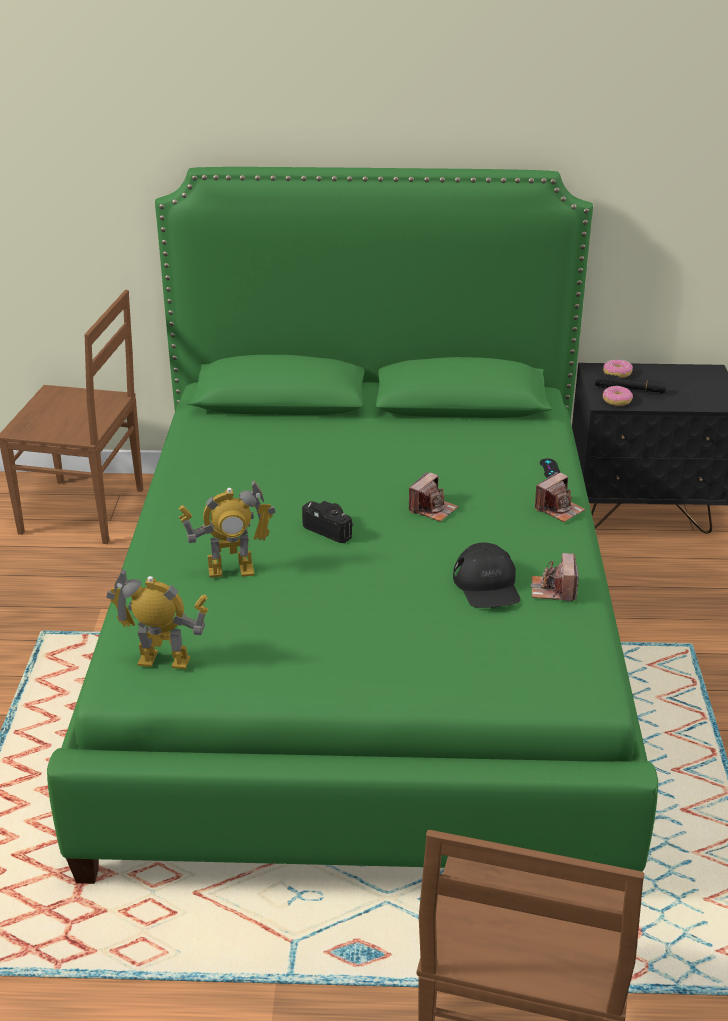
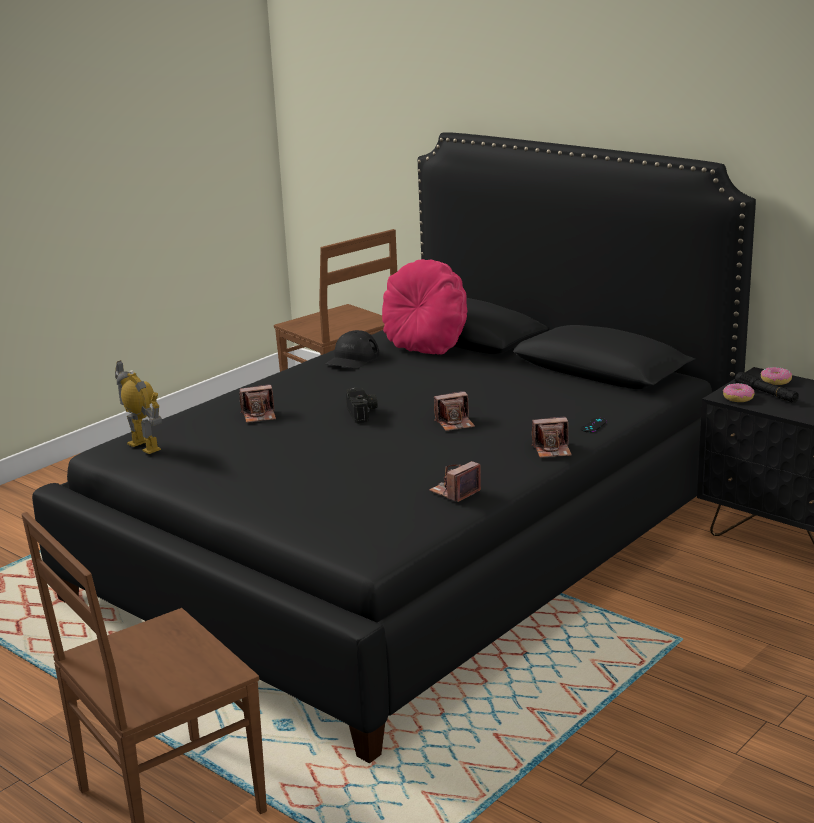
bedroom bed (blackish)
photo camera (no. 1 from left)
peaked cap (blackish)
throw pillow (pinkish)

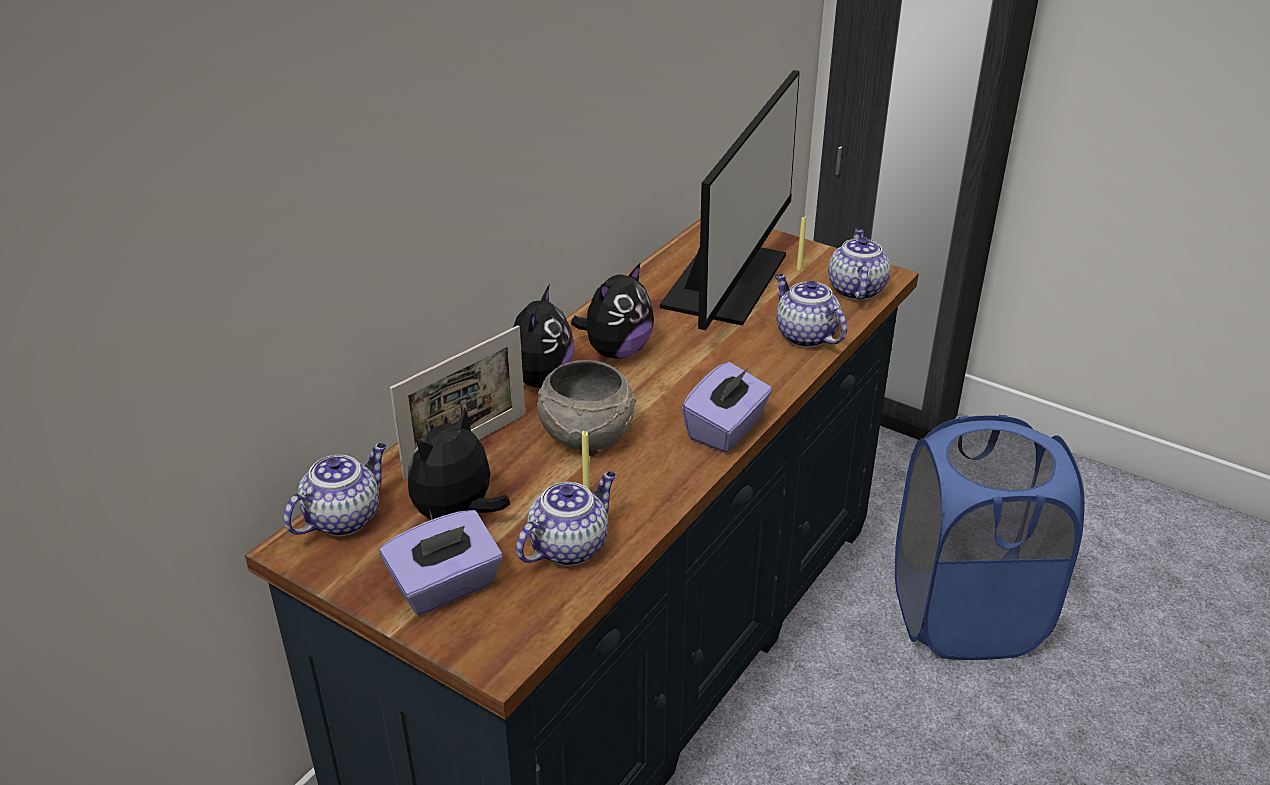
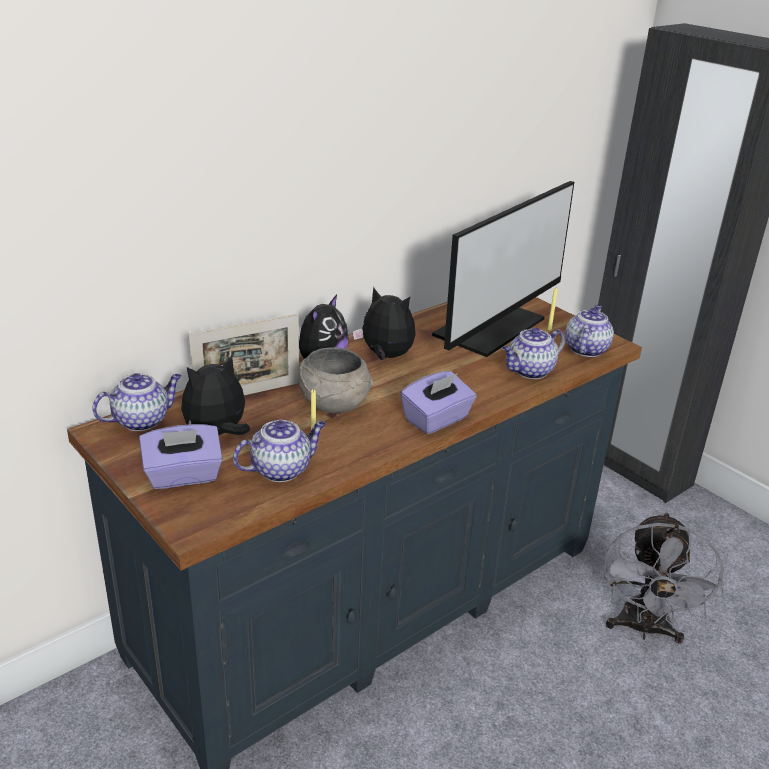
cuddly toy (no. 3 from left)
tea pot (no. 3 from left)
electric fan (greyish)

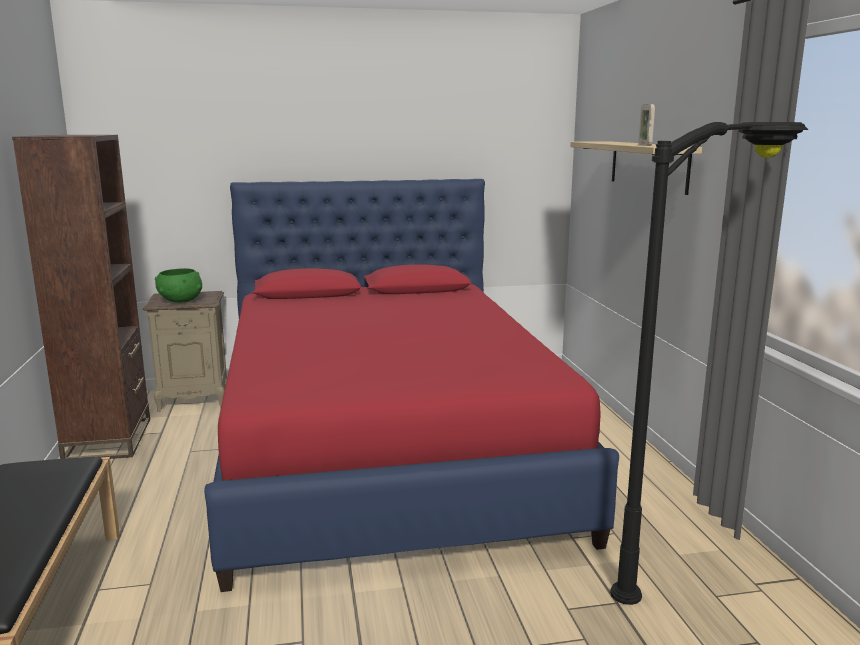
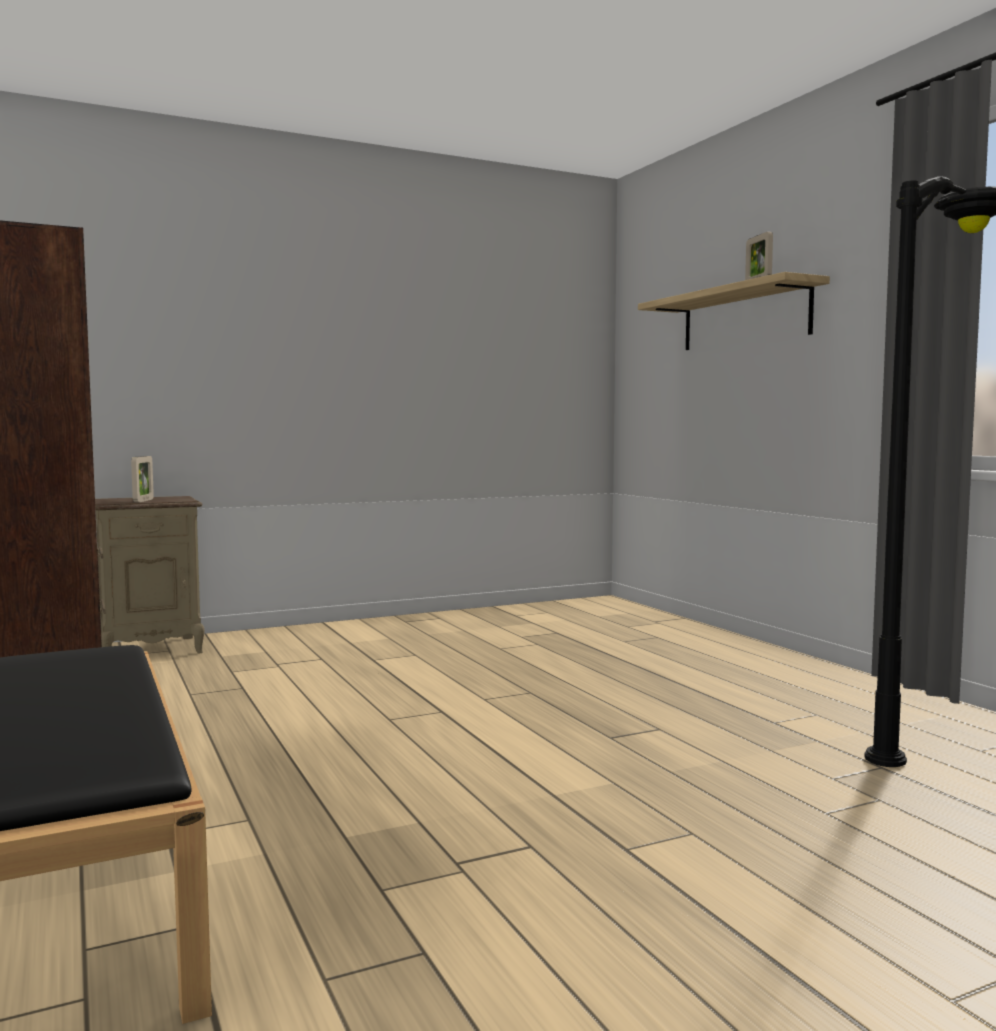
standing frame (no. 1 from left)
bedroom bed (reddish)

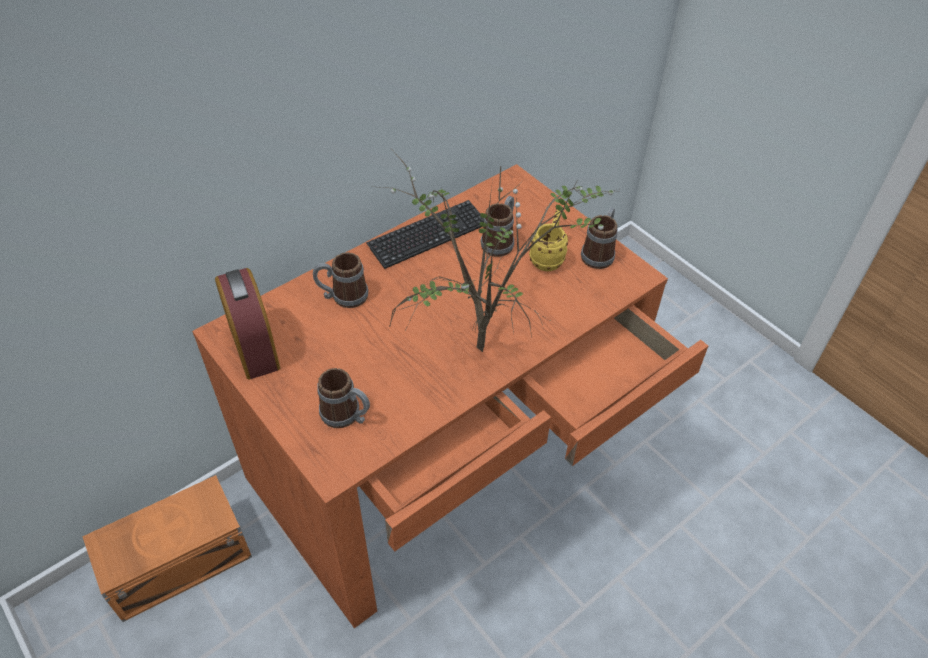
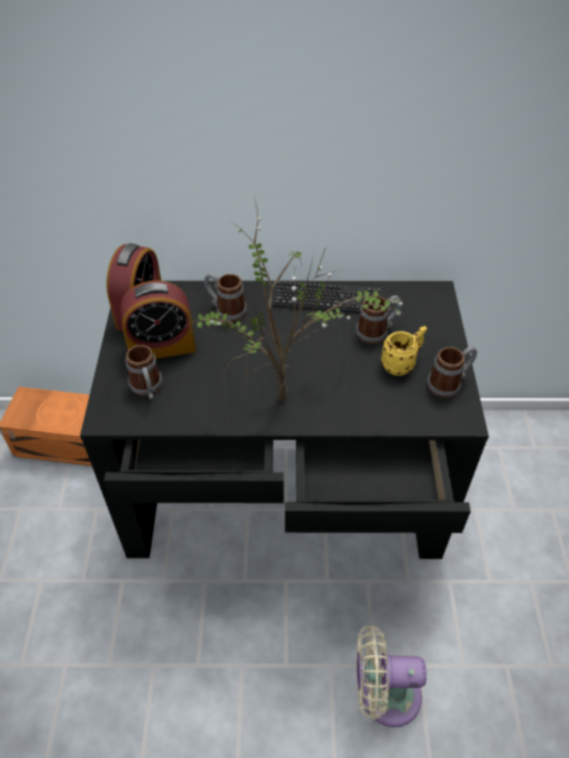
desk (blackish)
bedside clock (no. 2 from left)
electric fan (beige)

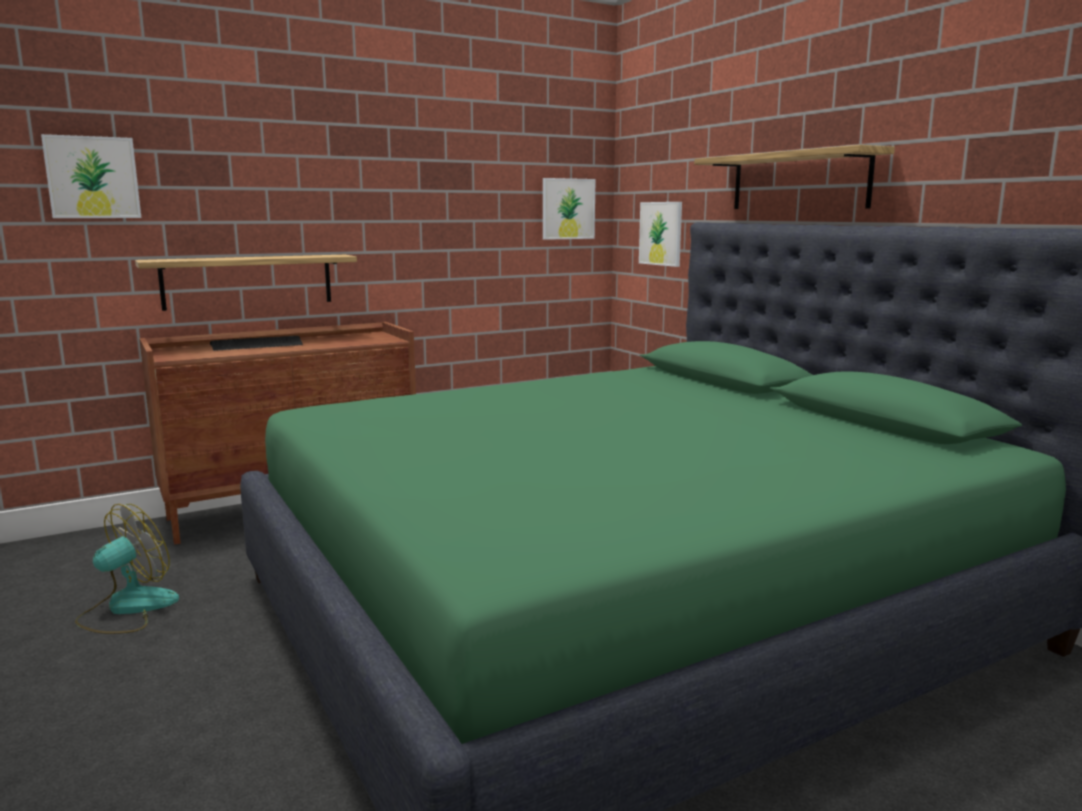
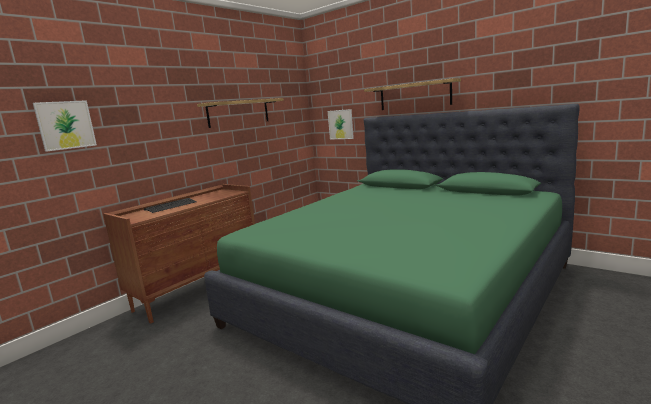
electric fan
bracket shelf (no. 1 from left)
wall picture (no. 2 from left in the first image)

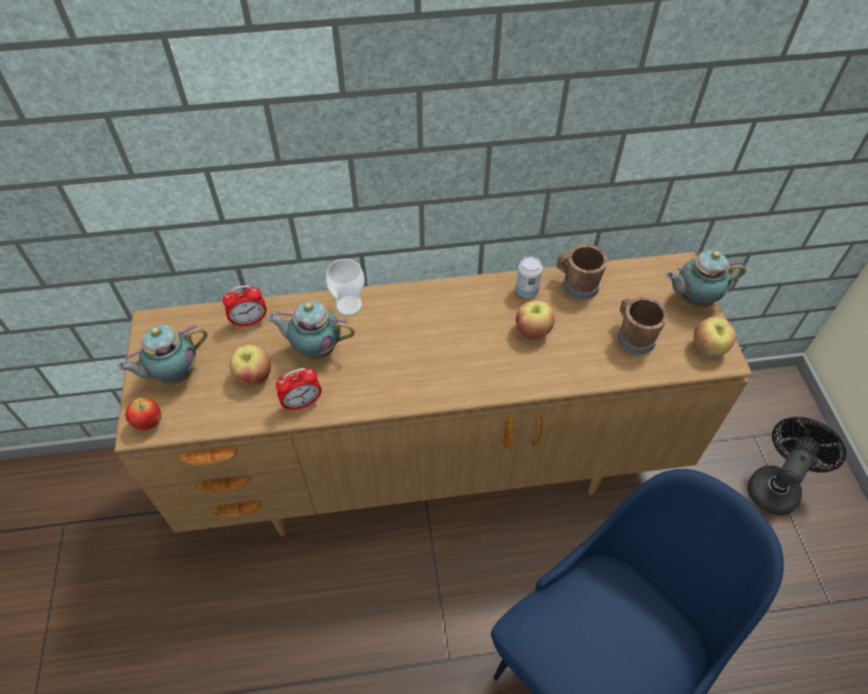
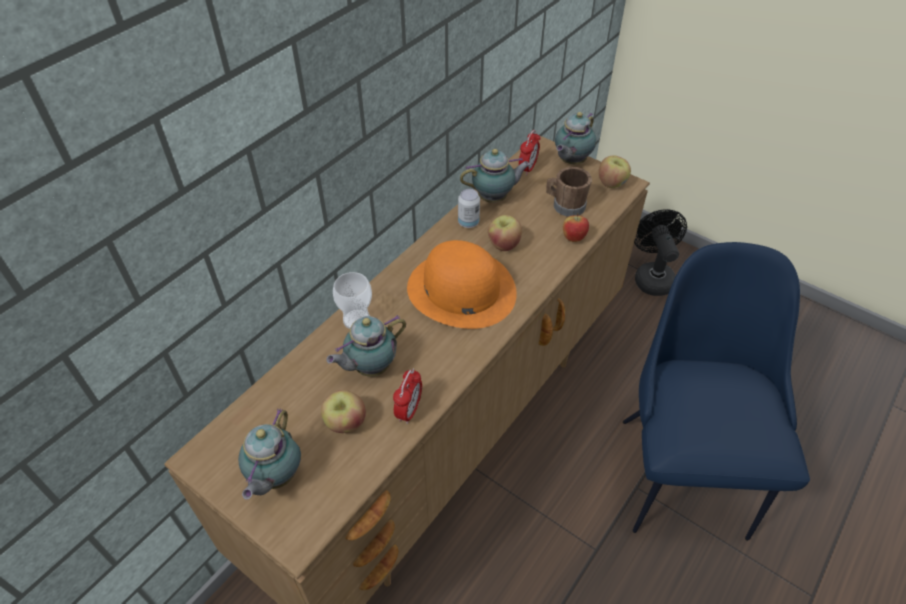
apple fruit (no. 3 from left)
bedside clock (no. 2 from left)
tea pot (no. 3 from left)
hat (orange)

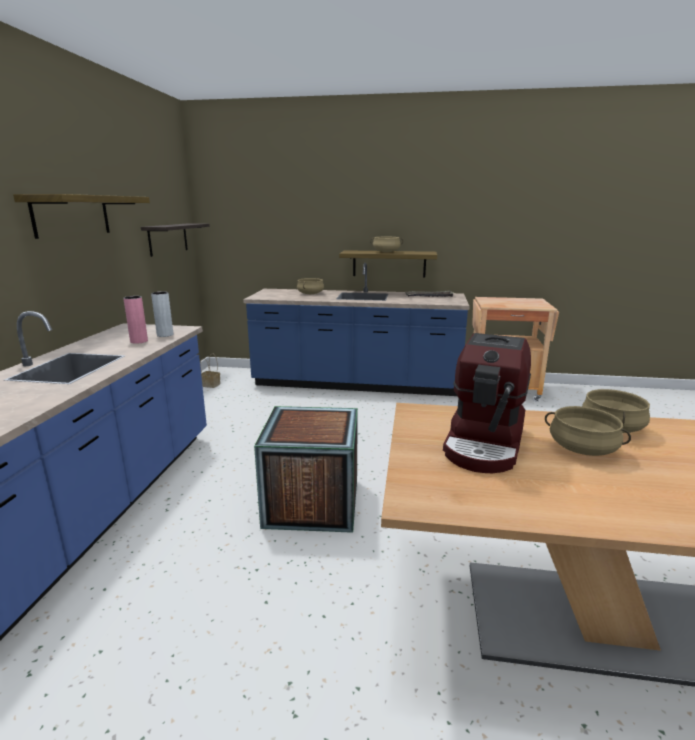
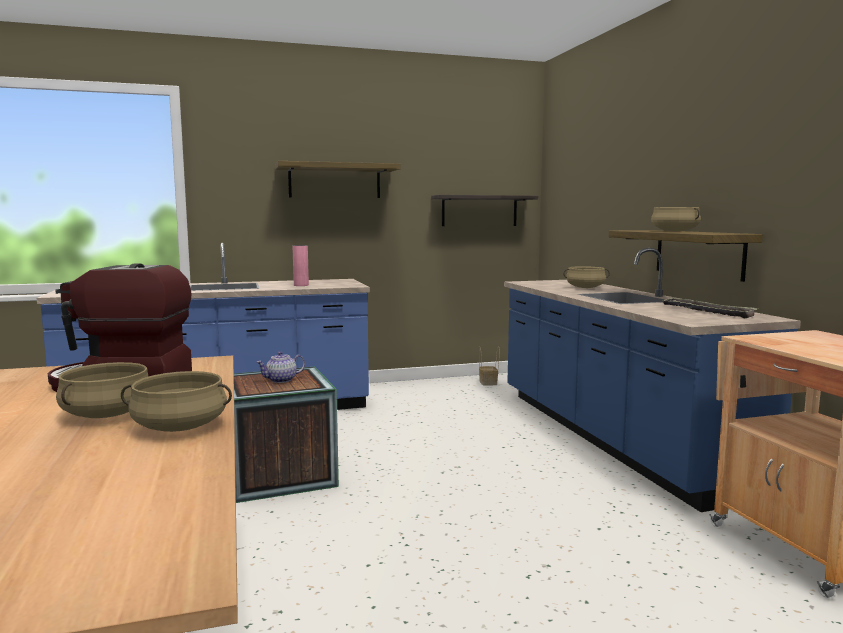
decorative vase (greyish)
tea pot

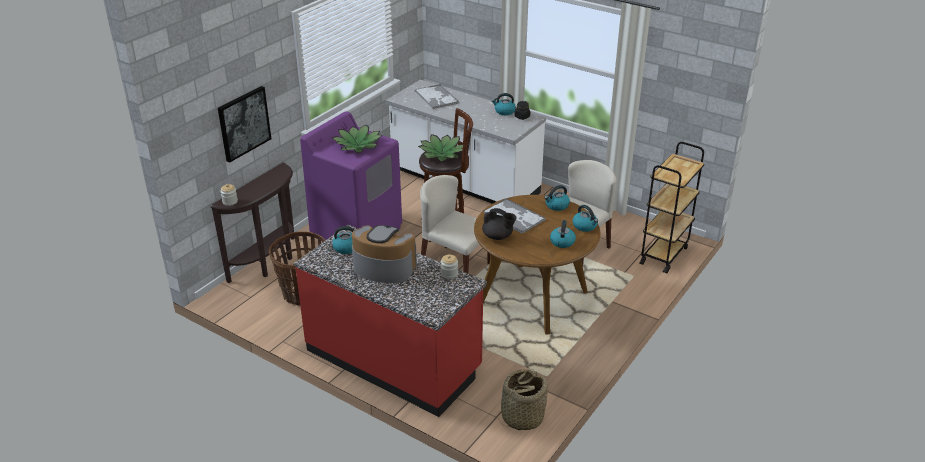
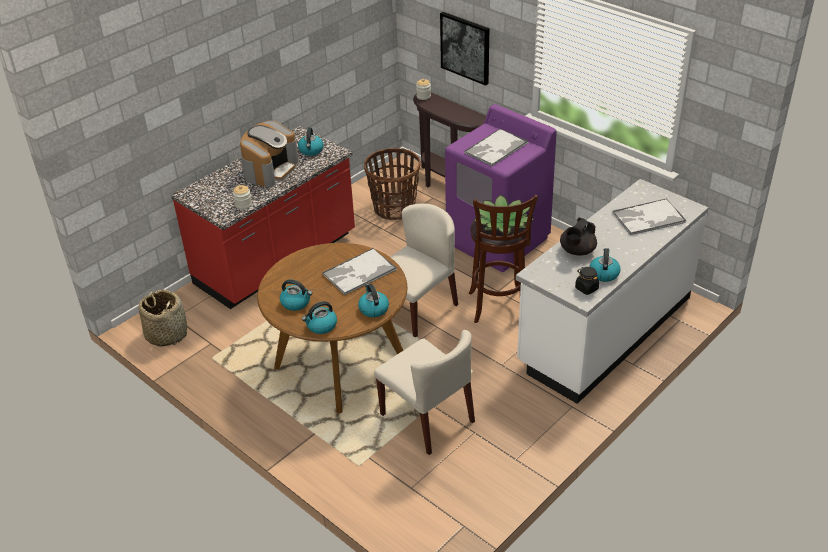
carrying tray (no. 2 from left)
tea pot (blackish)
wheeled cart (brownish)

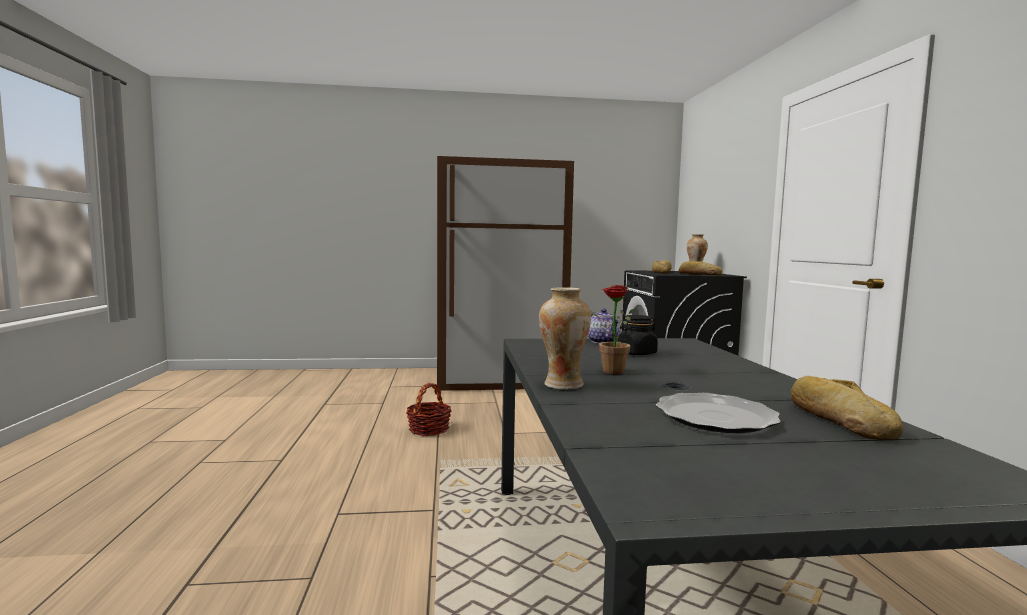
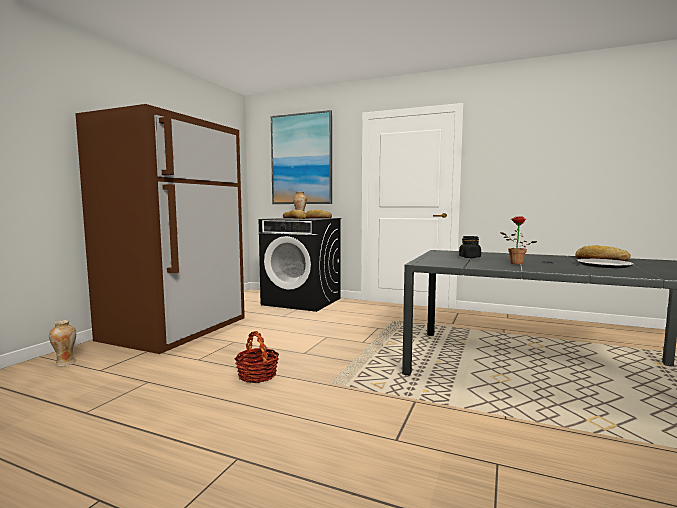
decorative vase (no. 1 from left)
tea pot
wall picture

